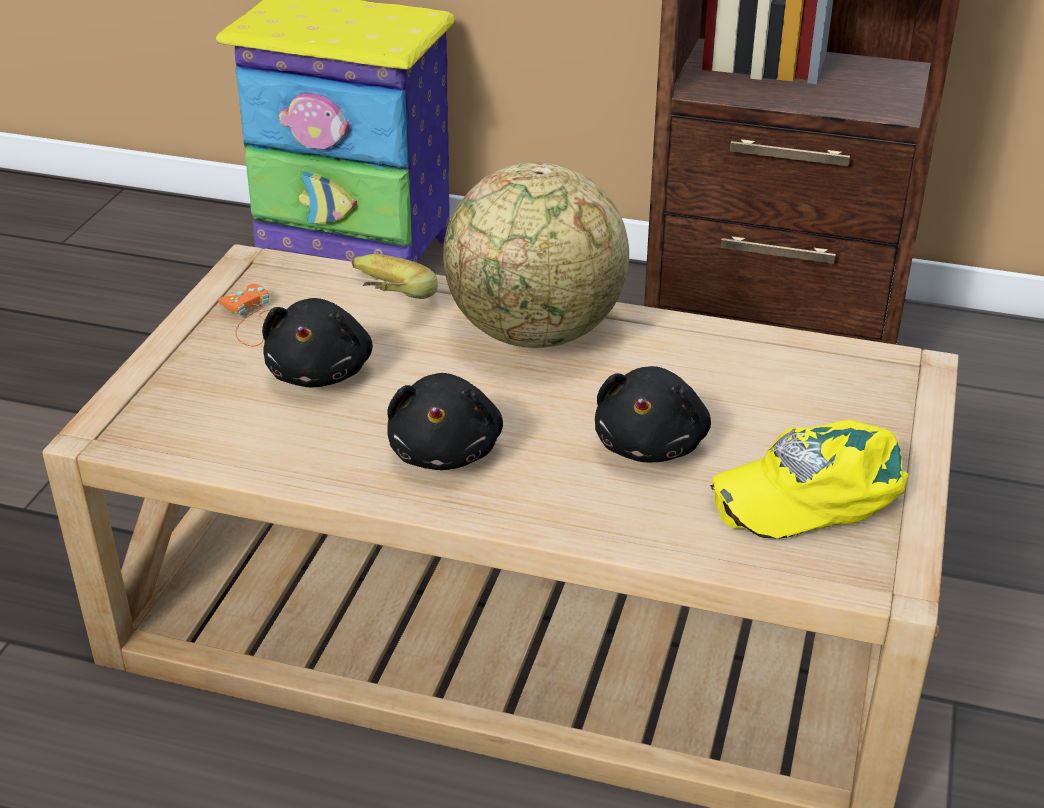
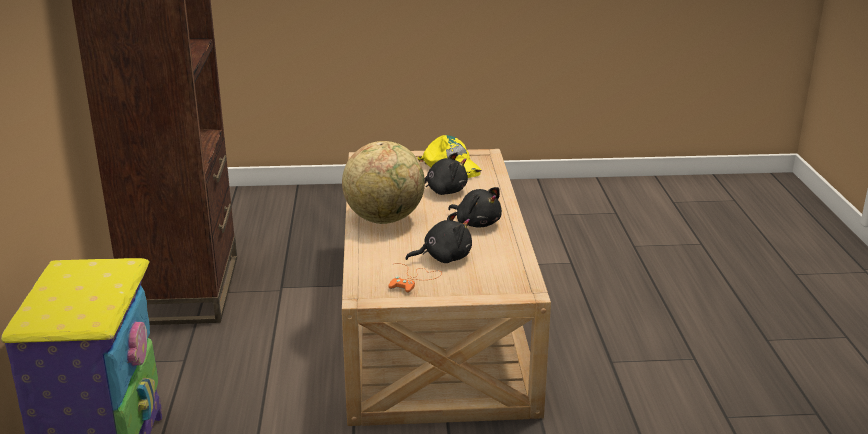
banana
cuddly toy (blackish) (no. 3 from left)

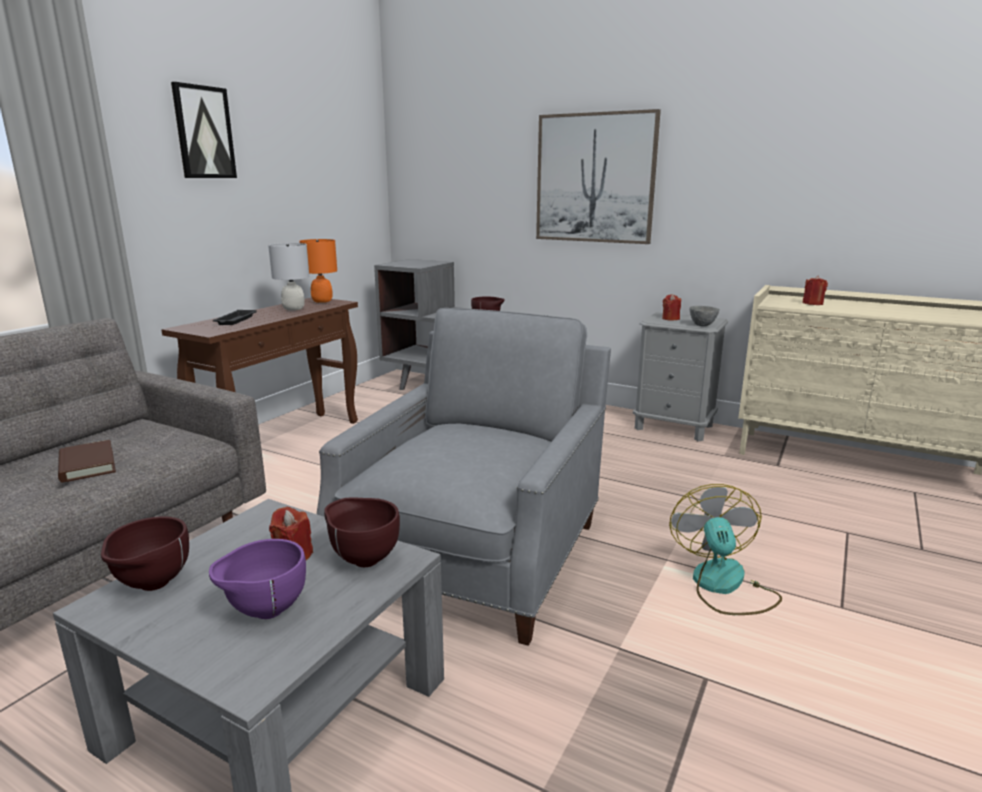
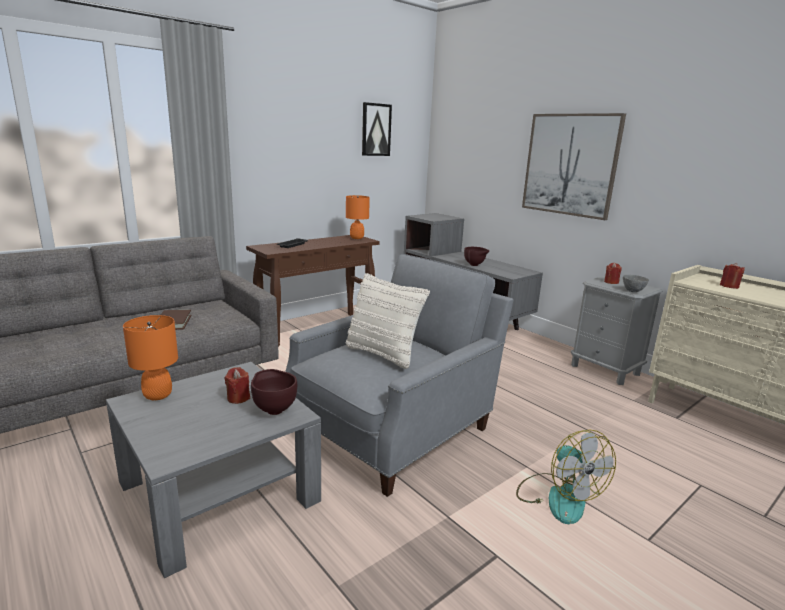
lamp for a table (orange) (no. 1 from left)
wall picture (no. 1 from left)
bowl (purple-coloured)
lamp for a table (greyish)
electric fan
throw pillow (beige)

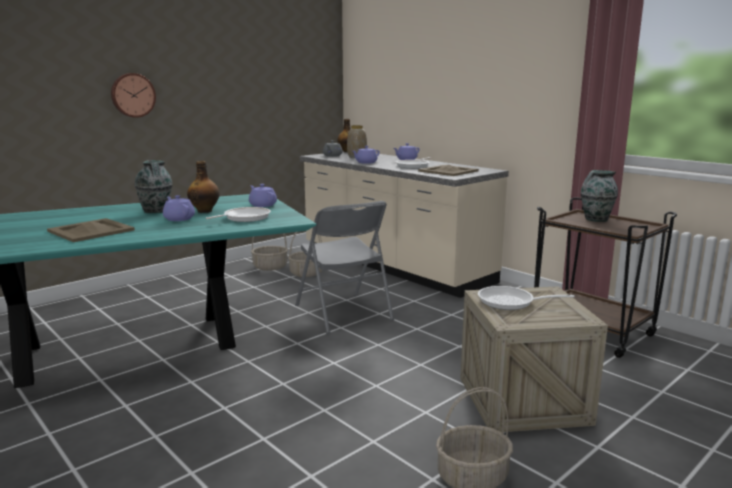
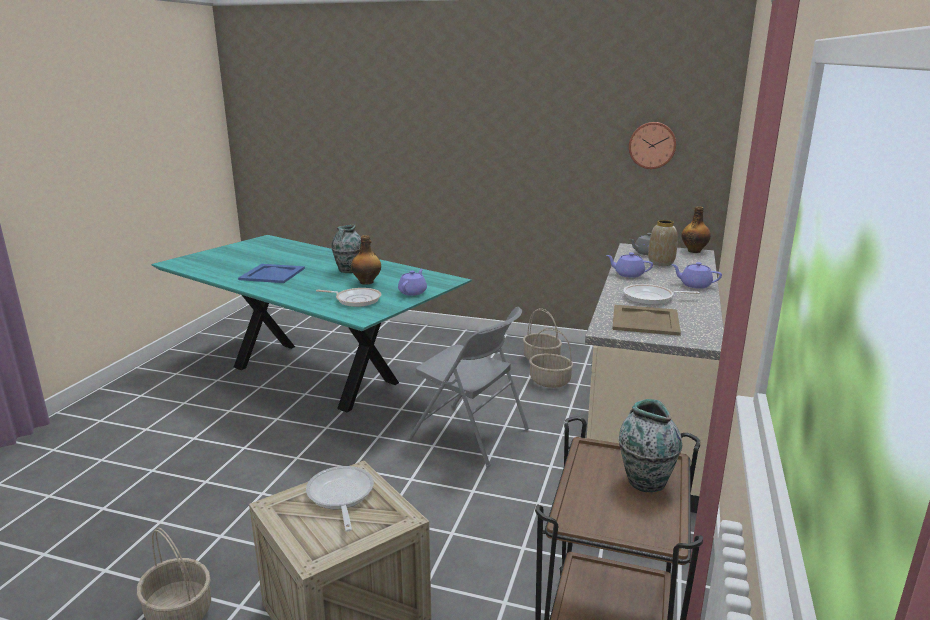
carrying tray (blue)
wall clock
tea pot (purple-coloured) (no. 1 from left in the first image)
plain chair (greyish)

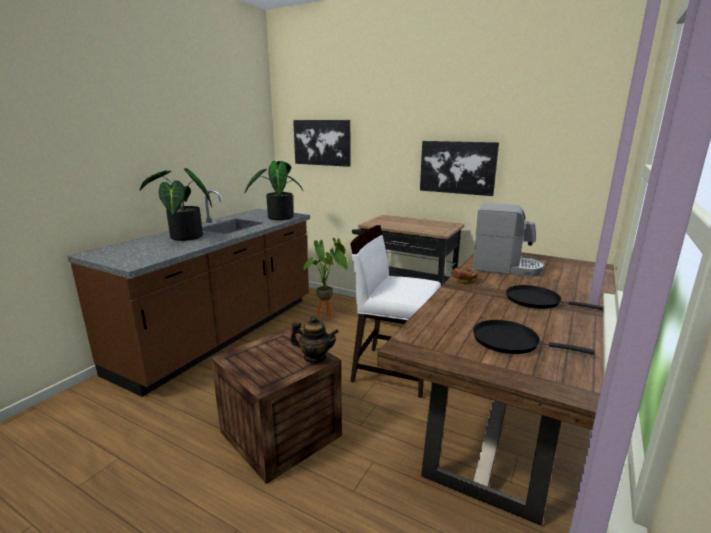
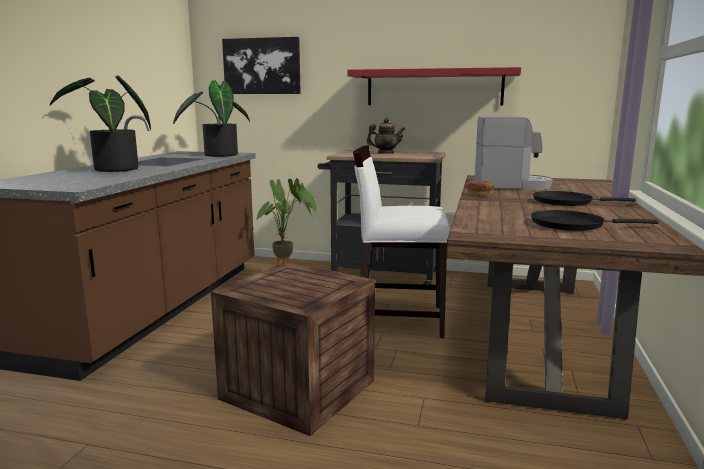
tea pot
bracket shelf (reddish)

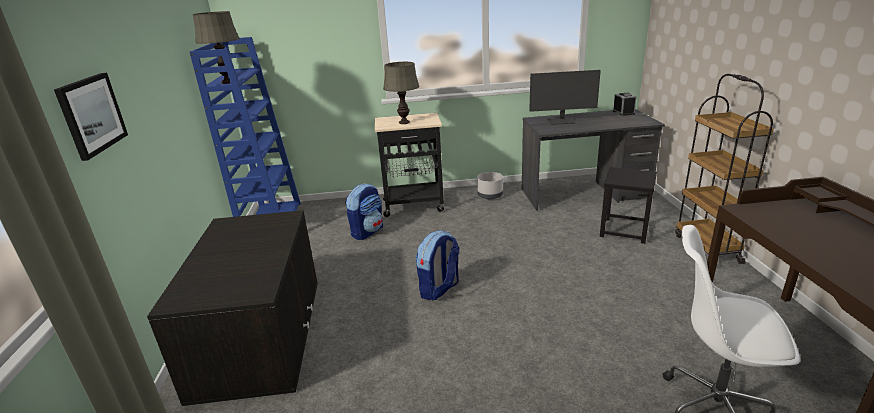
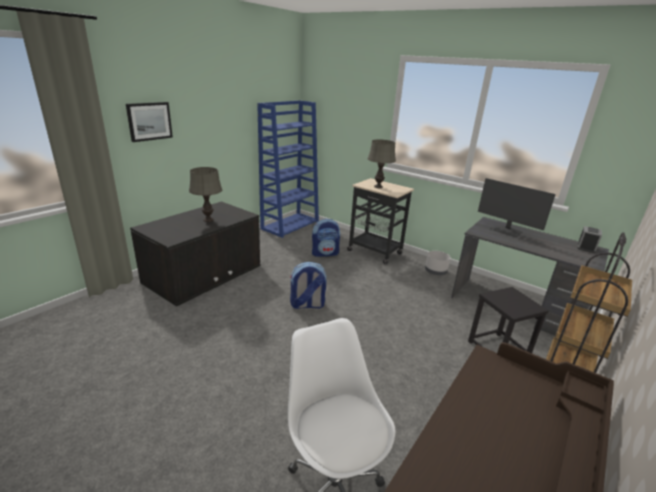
lamp for a table (greyish) (no. 1 from left)

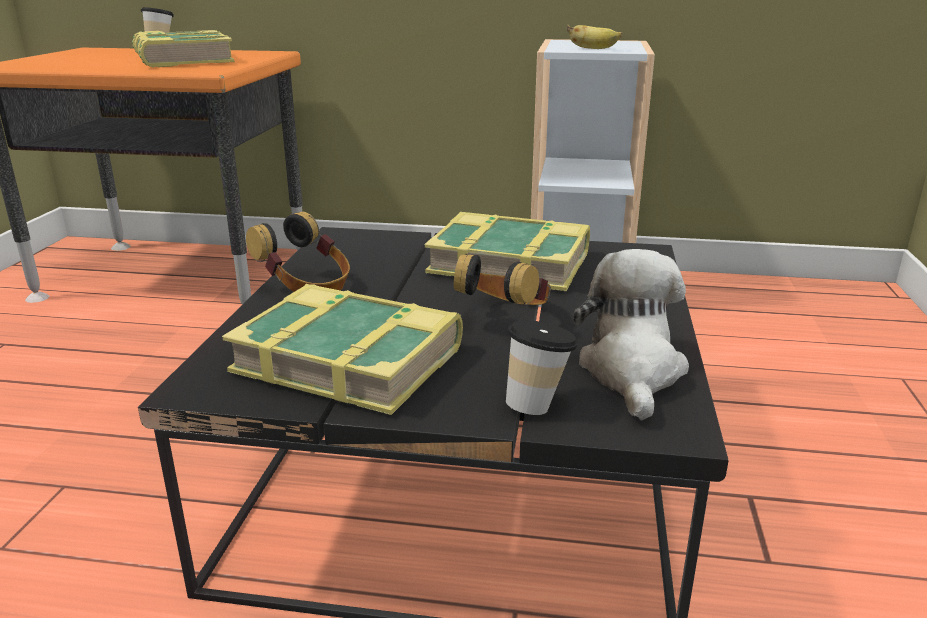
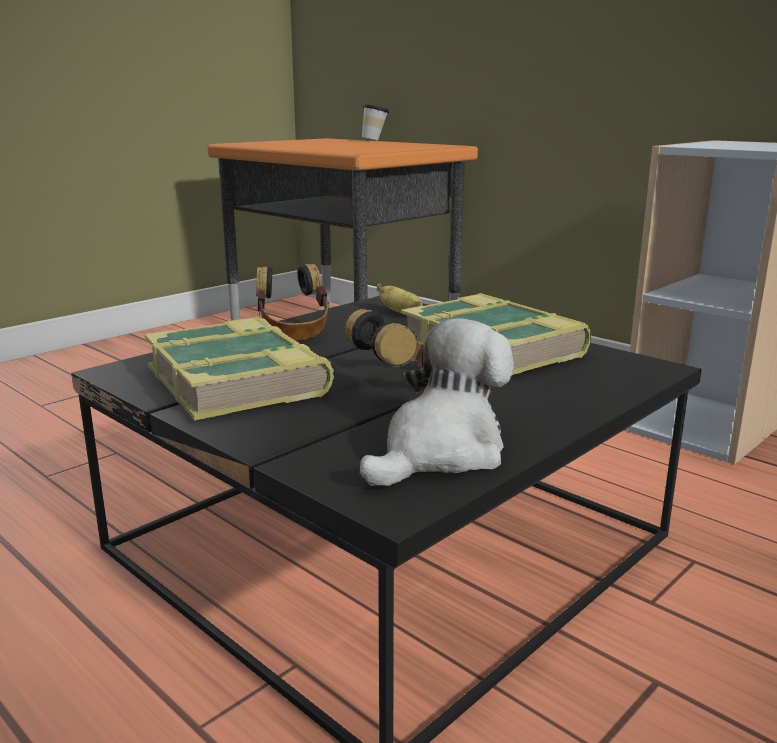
bound book (no. 1 from left in the first image)
small cup (no. 2 from left in the first image)
banana

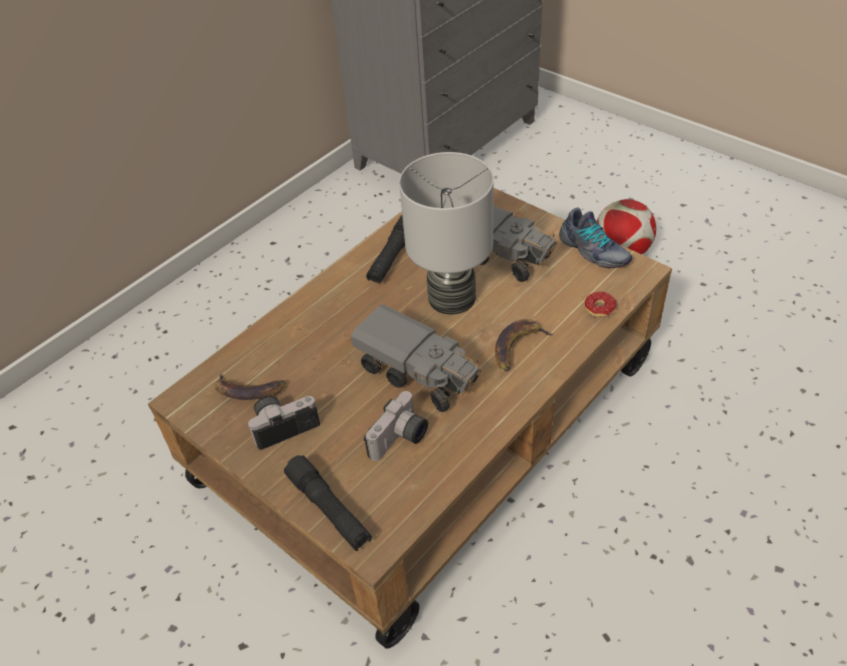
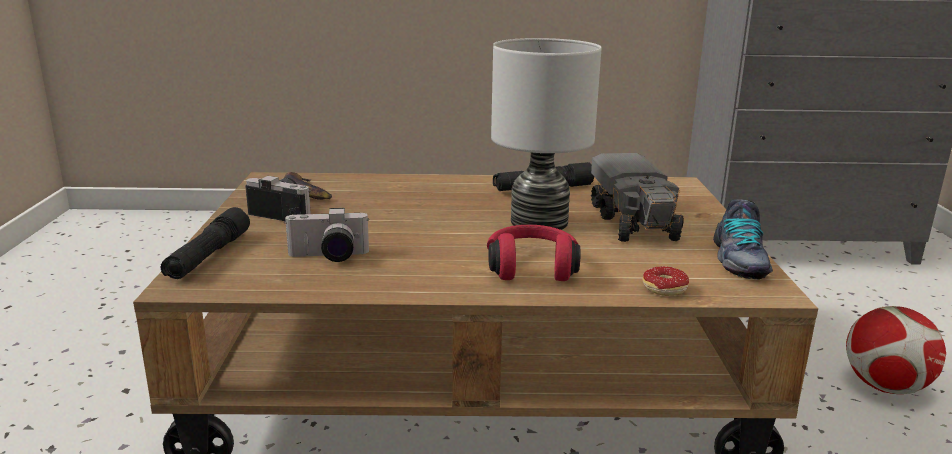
model truck (no. 1 from left in the first image)
headphones (reddish)

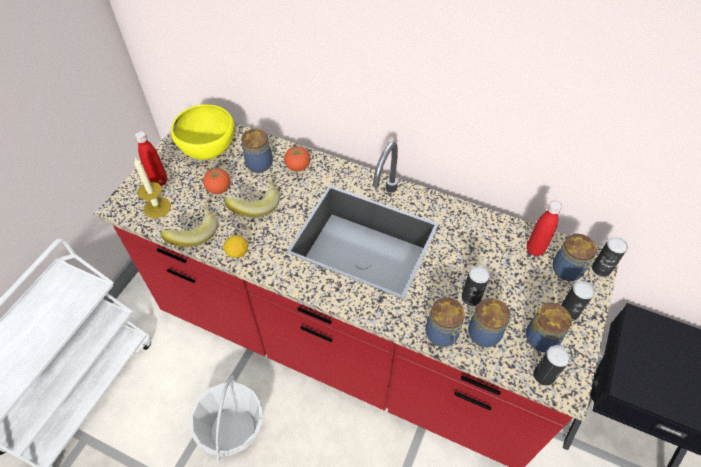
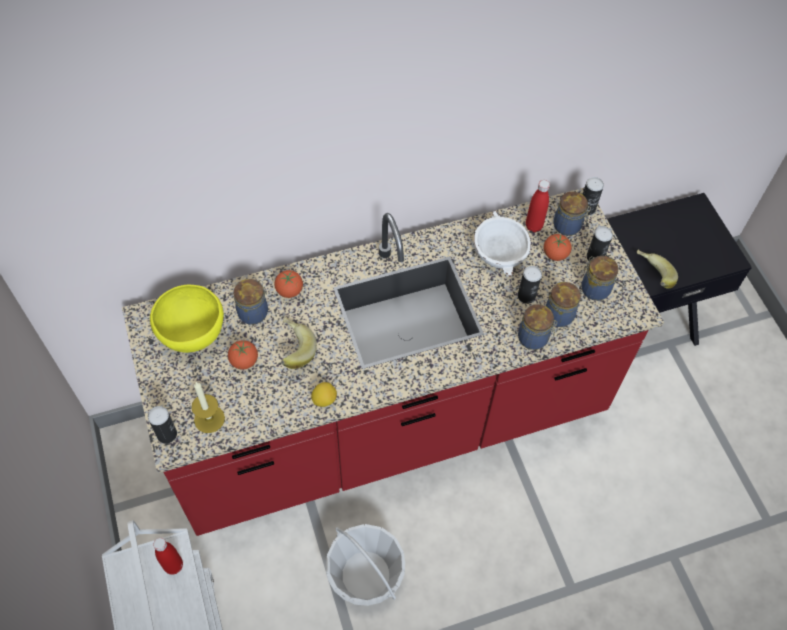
drink bottle (reddish) (no. 1 from left)
banana (no. 2 from left)
can (no. 1 from left)
bowl (white)
tomato (no. 3 from left)

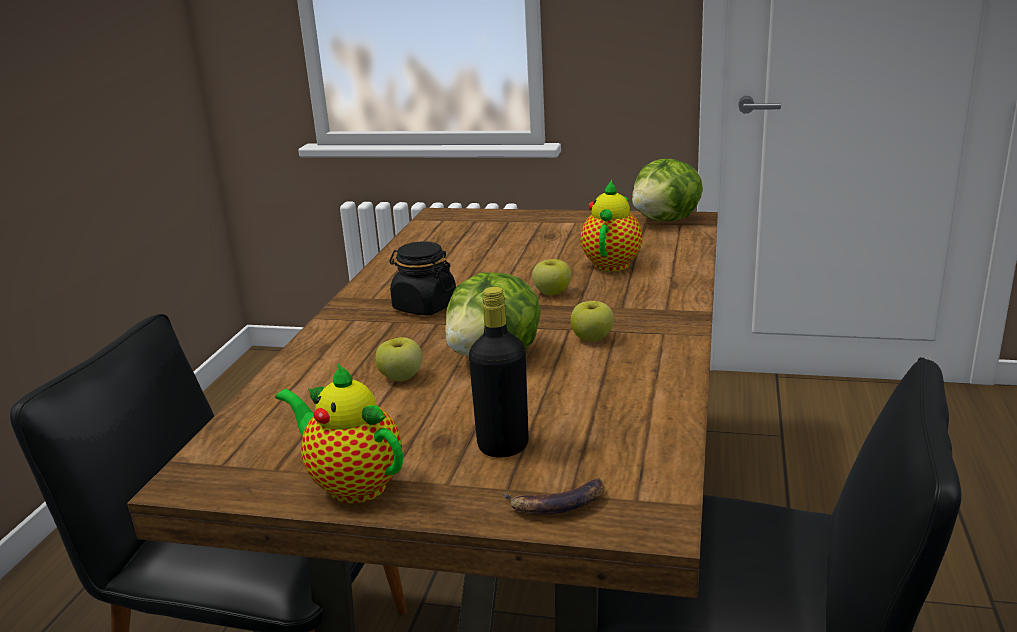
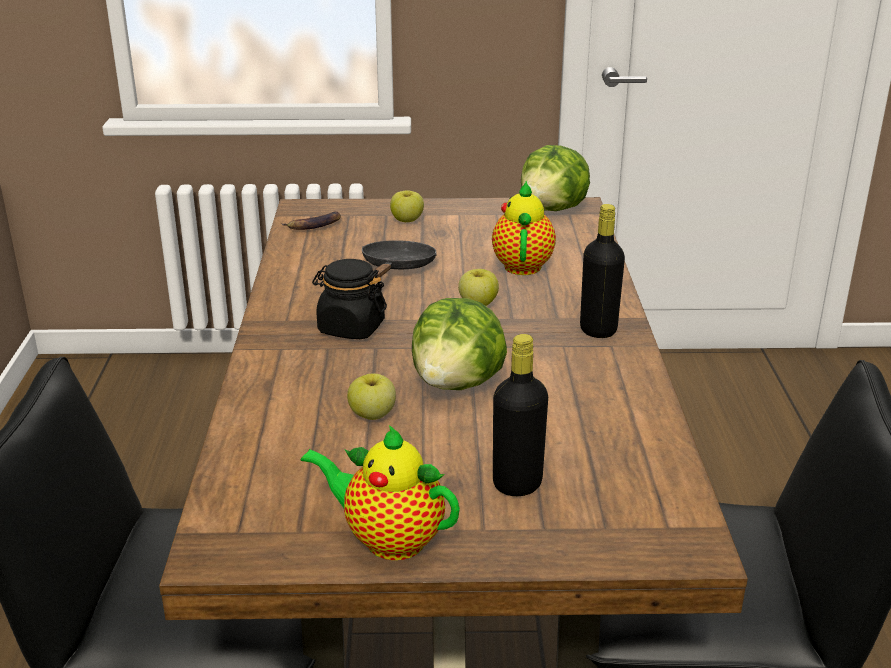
banana
apple fruit (no. 2 from left)
pan (blackish)
drink bottle (blackish) (no. 2 from left)

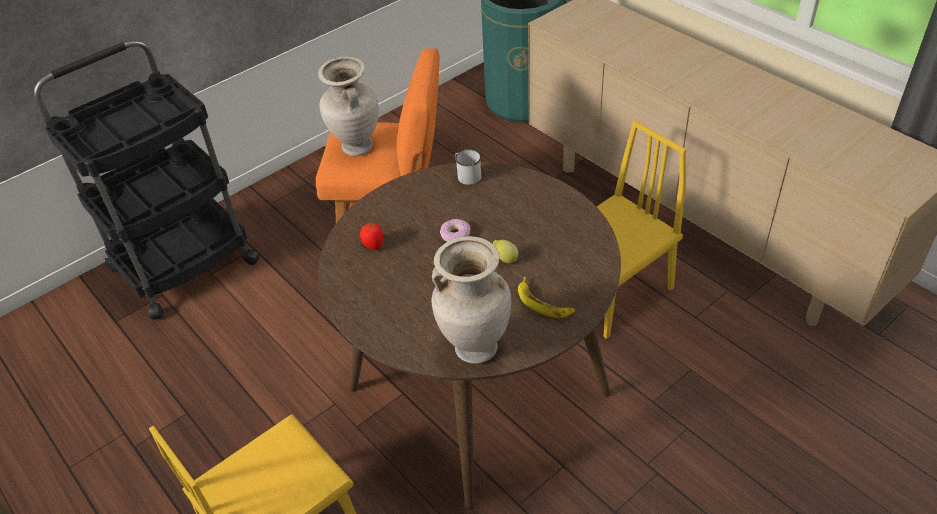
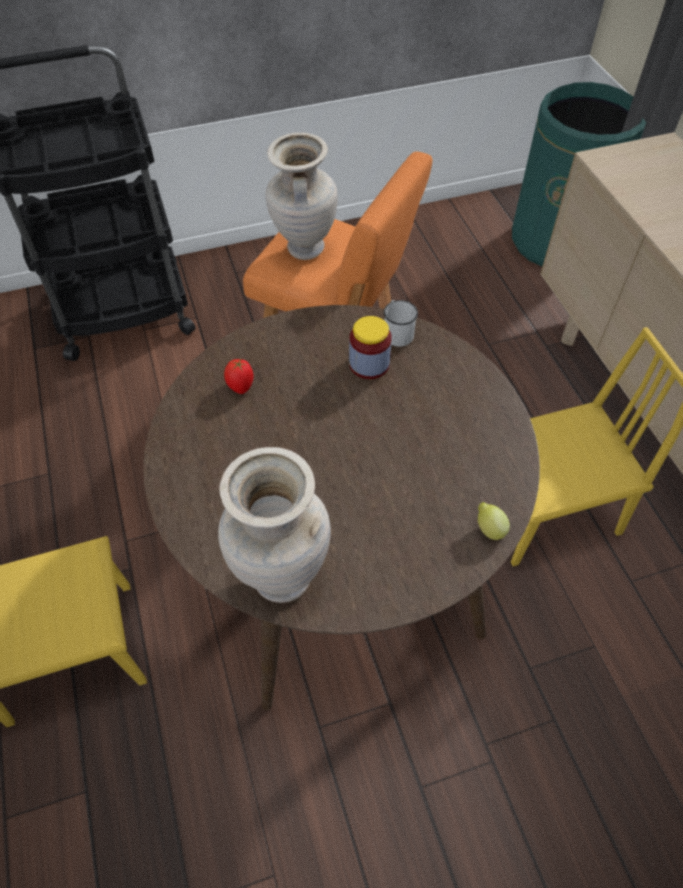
doughnut
citrus fruit
banana
jar

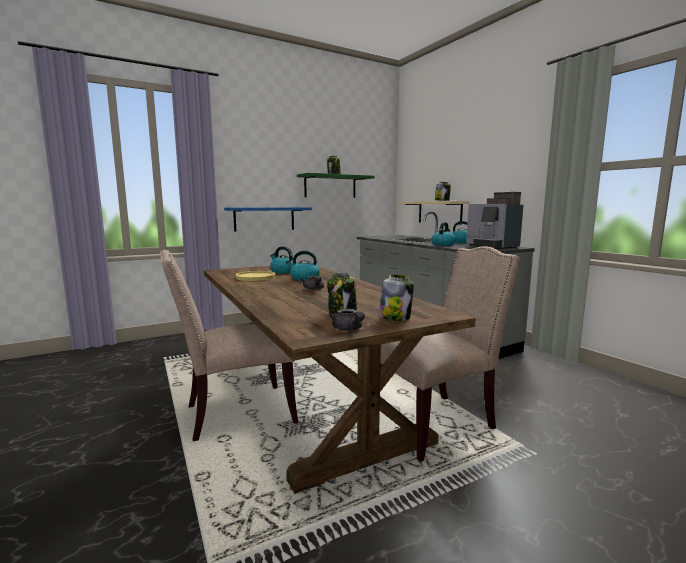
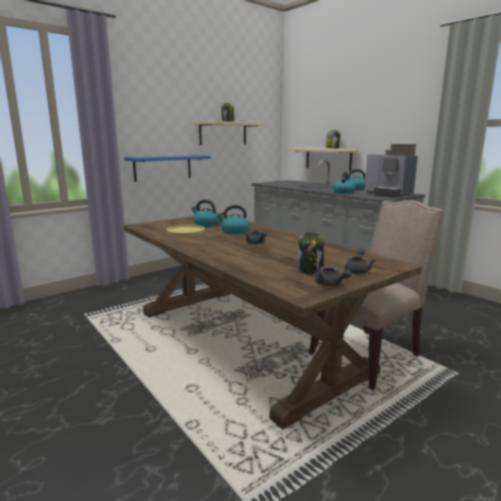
plain chair (beige) (no. 1 from left in the first image)
bracket shelf (beige) (no. 1 from left)
tea pot (greyish) (no. 3 from left)

